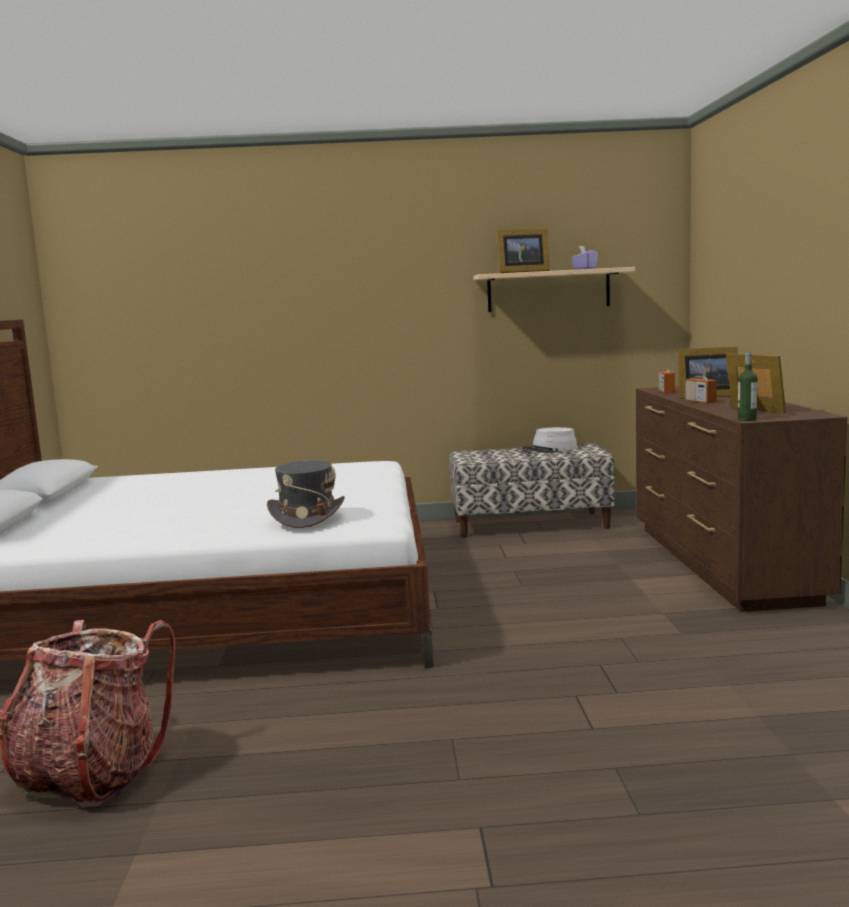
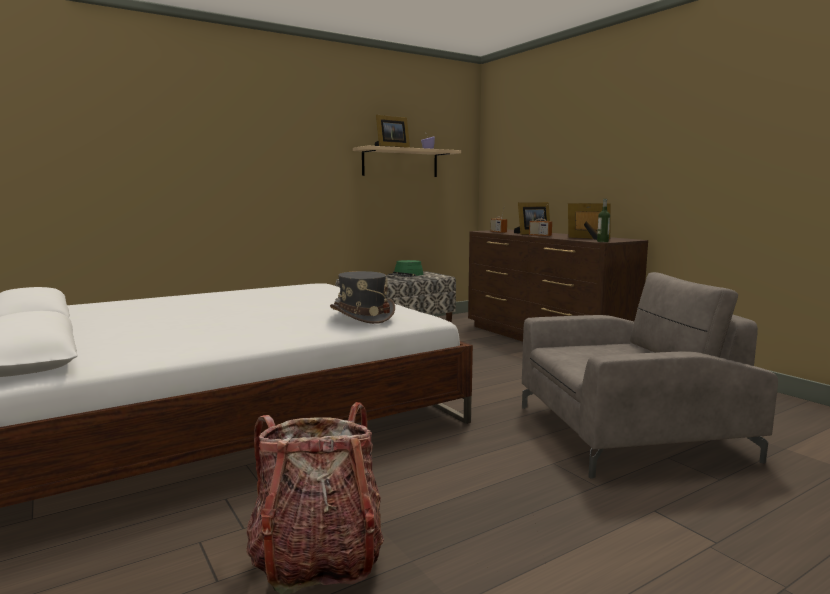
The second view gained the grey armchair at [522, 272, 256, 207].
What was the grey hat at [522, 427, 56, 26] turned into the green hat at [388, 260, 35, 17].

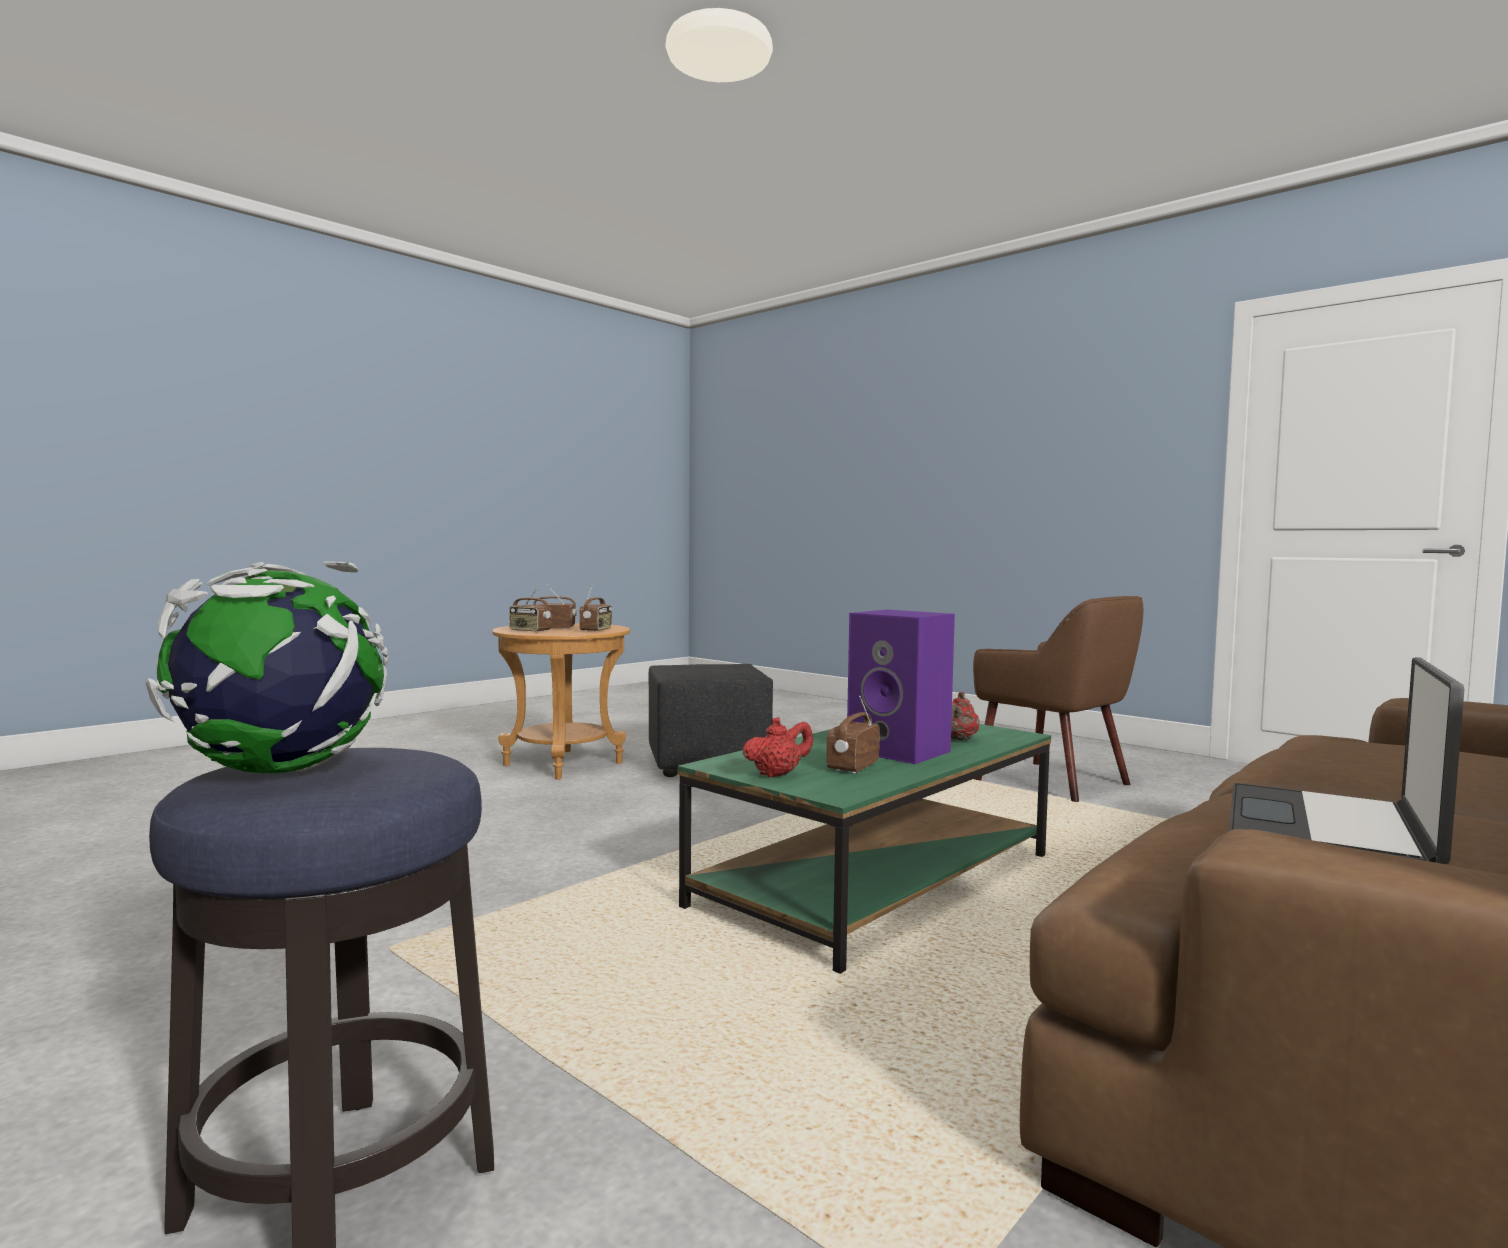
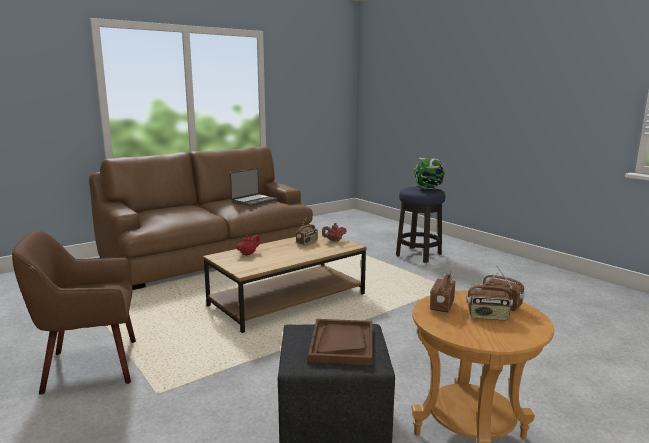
The second view lost the purple speaker at [847, 610, 108, 154].
The second view gained the brown tray at [308, 319, 65, 46].
What was the green coffee table at [678, 724, 373, 250] turned into the brown coffee table at [203, 231, 164, 102].
The brown armchair at [973, 596, 170, 206] ended up facing another way, 75 degrees counterclockwise from before.

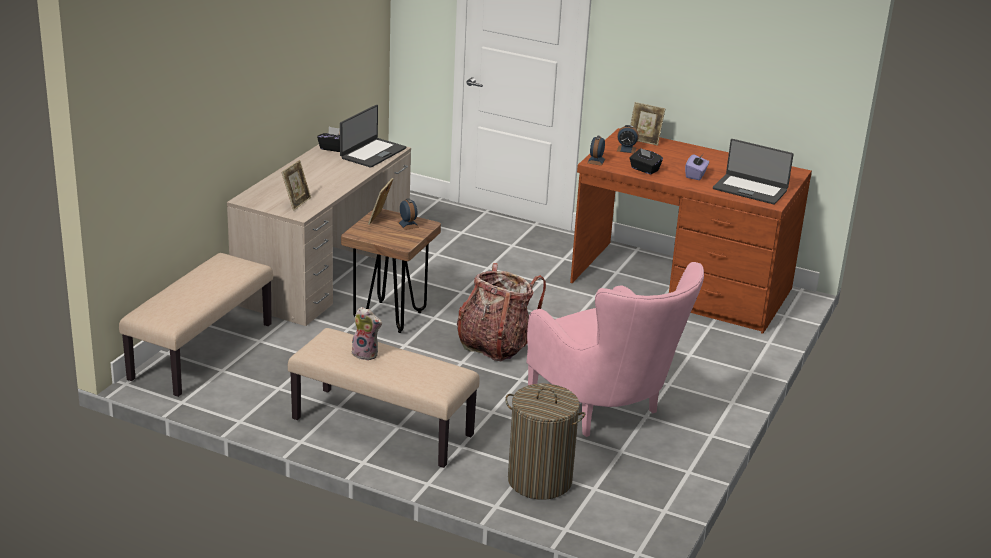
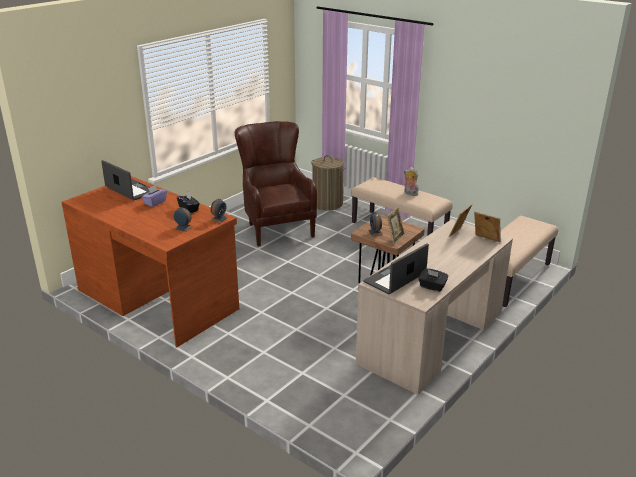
The second view lost the backpack at [457, 263, 89, 98].
The picture frame ended up elsewhere, having gone from [630, 102, 35, 44] to [474, 212, 27, 30].
What was the pink armchair at [526, 262, 178, 175] turned into the brown armchair at [235, 121, 82, 126].

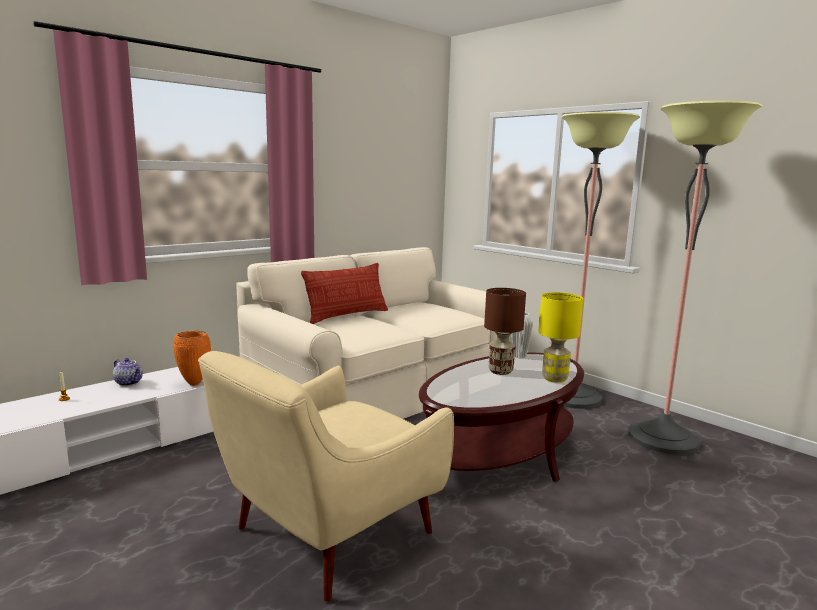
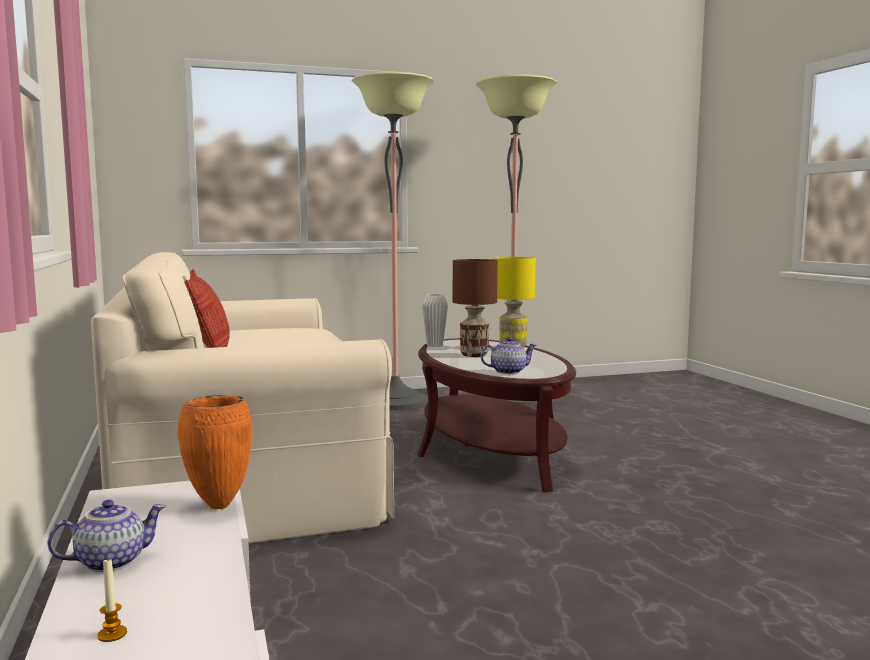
The second view lost the beige armchair at [198, 351, 256, 251].
The second view gained the teapot at [481, 337, 55, 37].

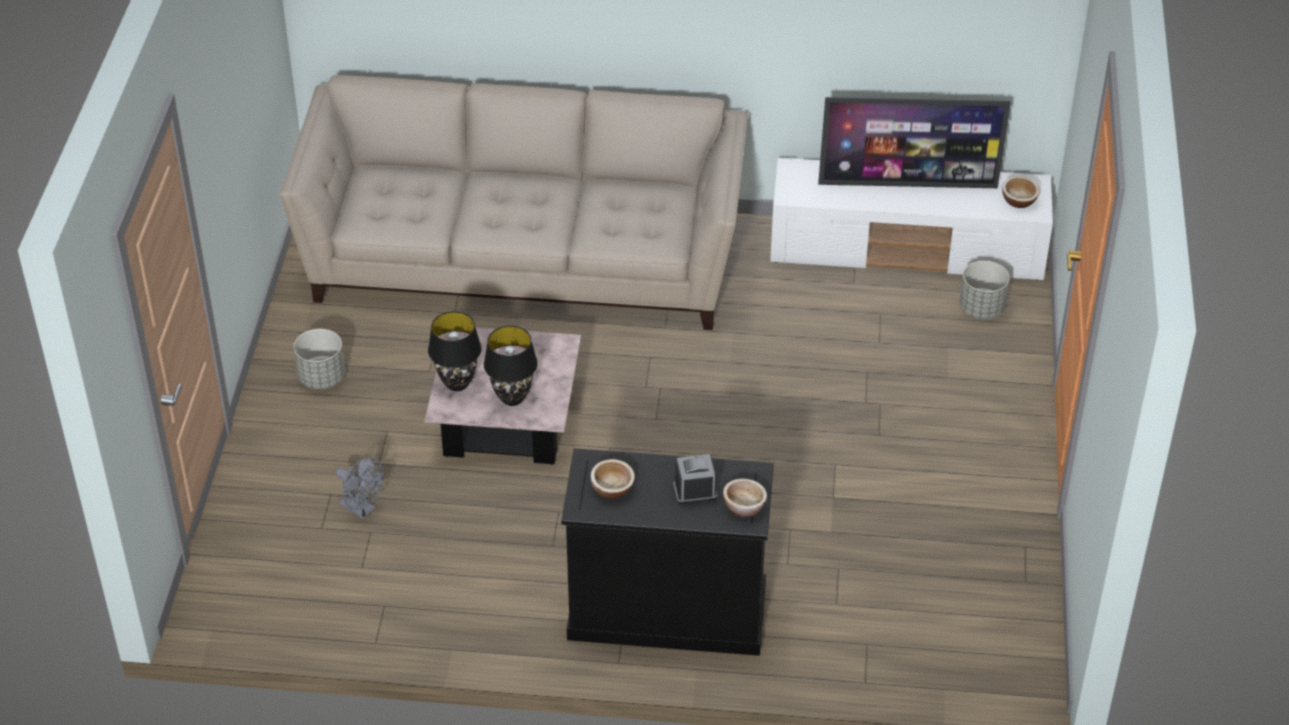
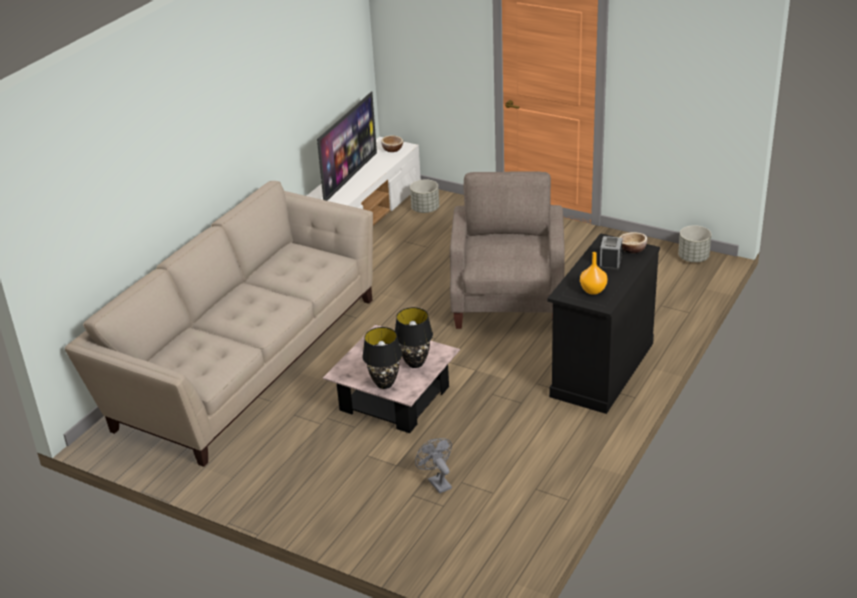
The second view gained the beige armchair at [450, 171, 115, 158].
The grey planter ended up elsewhere, having gone from [294, 329, 51, 60] to [678, 225, 33, 37].
Where the bowl stood at [590, 459, 45, 40], the orange vase came to stand at [580, 252, 27, 43].
The grey fan at [335, 457, 48, 62] ended up facing another way, 90 degrees counterclockwise from before.

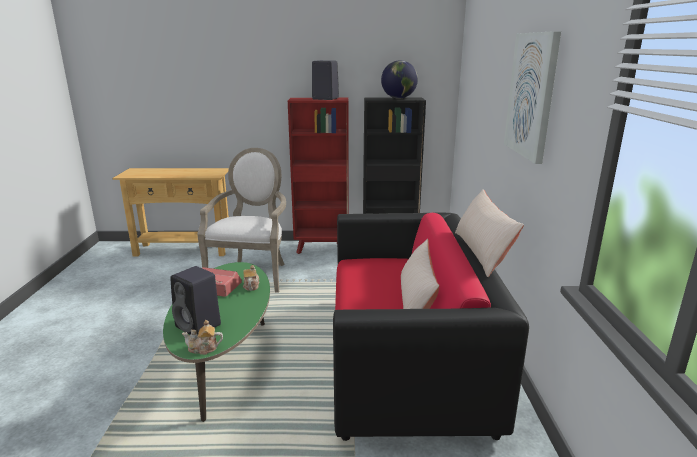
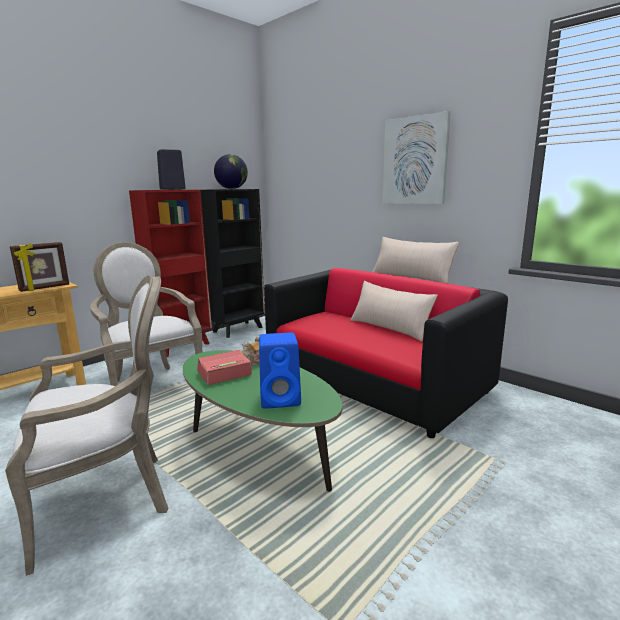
The second view lost the teapot at [182, 320, 41, 35].
The second view gained the armchair at [5, 275, 163, 301].
The second view gained the picture frame at [10, 242, 59, 50].
What was the black speaker at [170, 266, 51, 69] turned into the blue speaker at [259, 332, 42, 77].

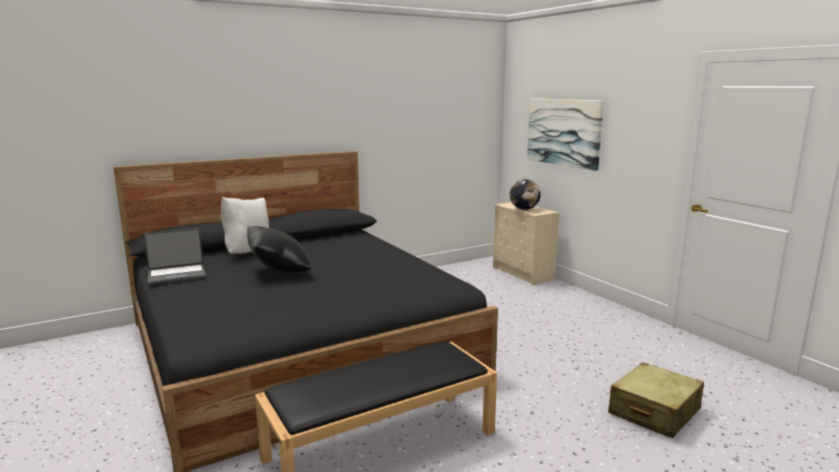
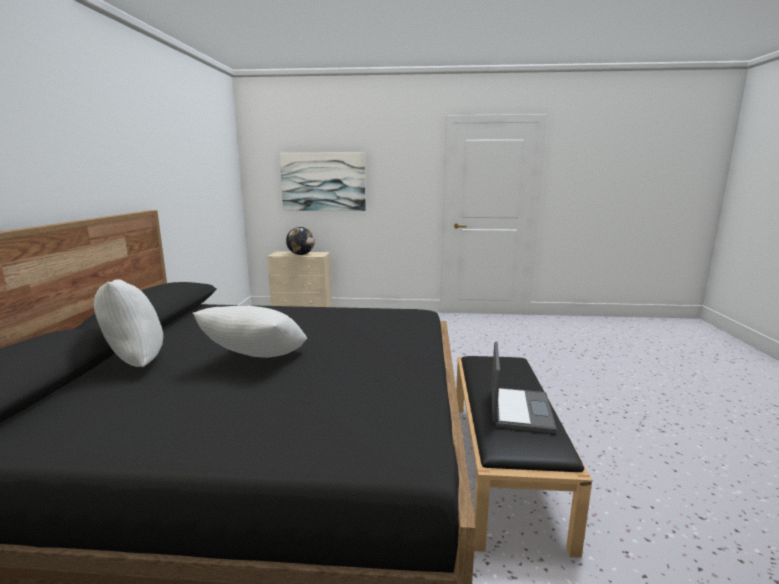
The second view lost the beige suitcase at [608, 362, 96, 76].
The laptop ended up elsewhere, having gone from [144, 228, 62, 57] to [491, 341, 66, 92].
What was the black pillow at [247, 226, 65, 47] turned into the white pillow at [193, 305, 114, 53].

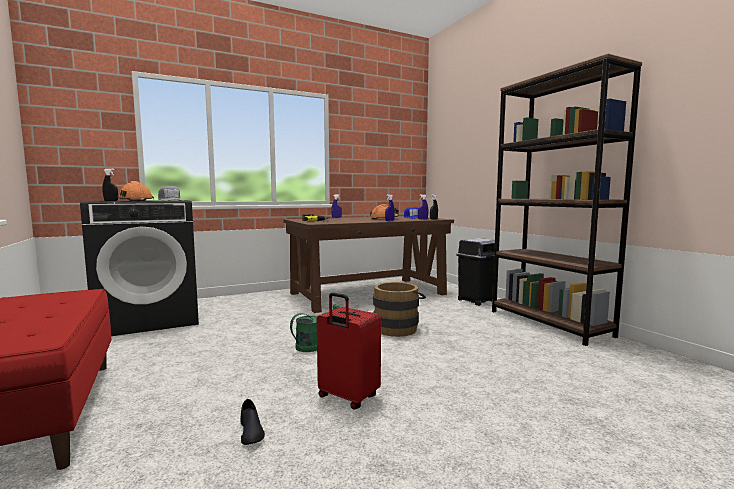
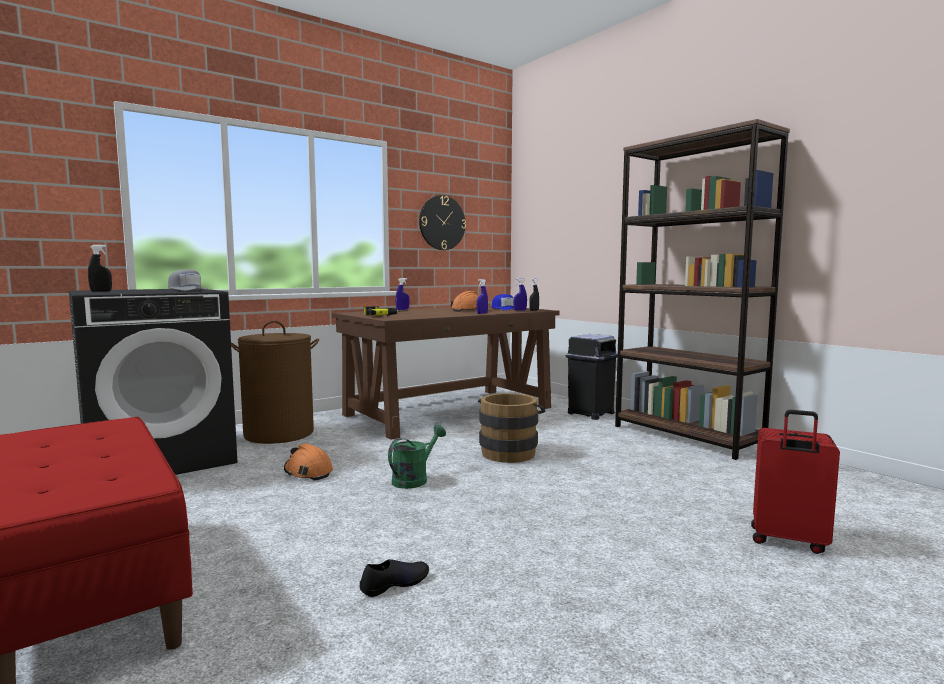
The second view gained the brown laundry basket at [231, 321, 88, 123].
The second view gained the wall clock at [419, 195, 47, 55].
The orange hard hat ended up elsewhere, having gone from [117, 181, 37, 20] to [284, 443, 49, 38].
The red suitcase ended up elsewhere, having gone from [317, 292, 64, 118] to [751, 410, 89, 144].
The black shoe at [240, 399, 25, 46] ended up facing another way, 90 degrees counterclockwise from before.

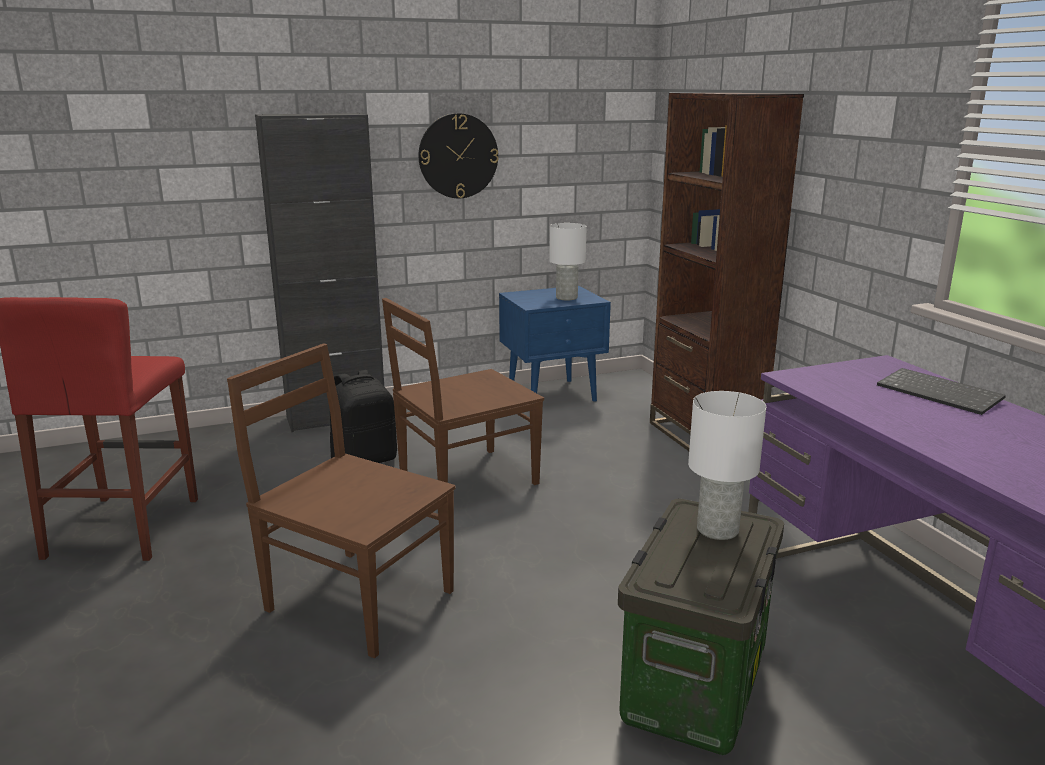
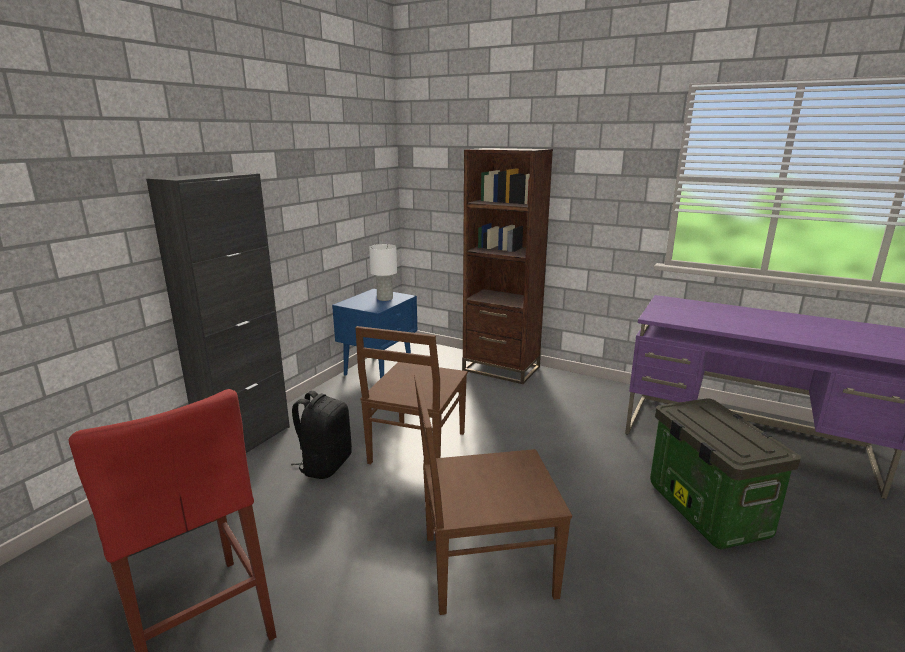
The second view lost the wall clock at [419, 113, 79, 85].
The second view lost the white table lamp at [688, 391, 78, 149].
The second view lost the keyboard at [877, 368, 129, 47].

